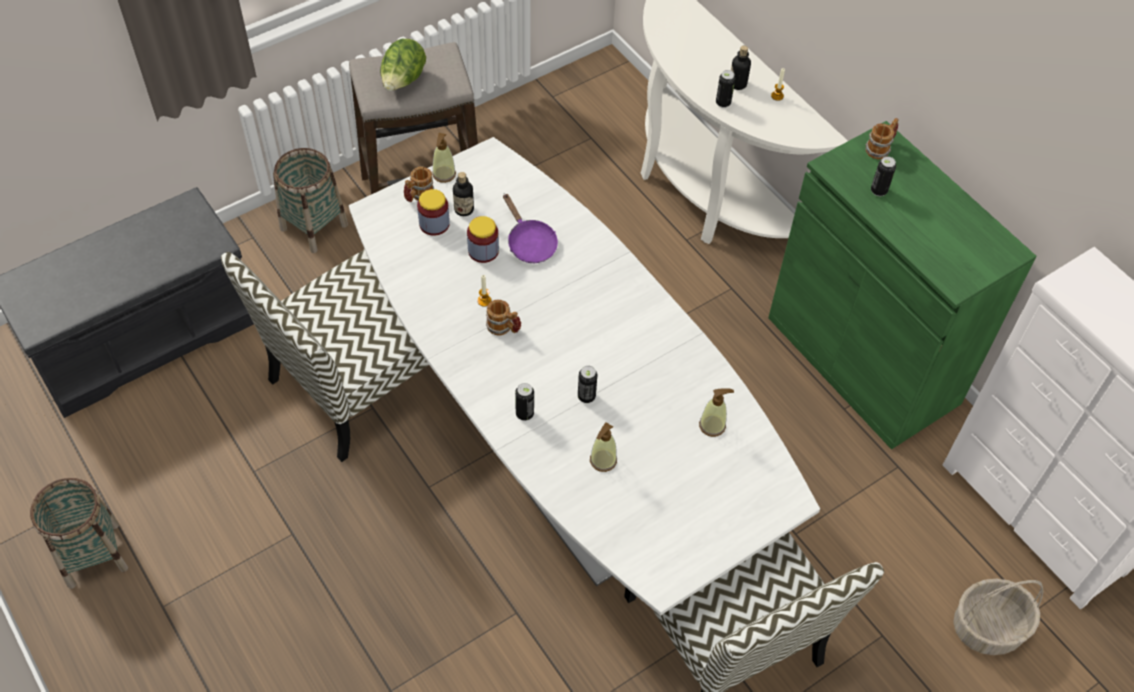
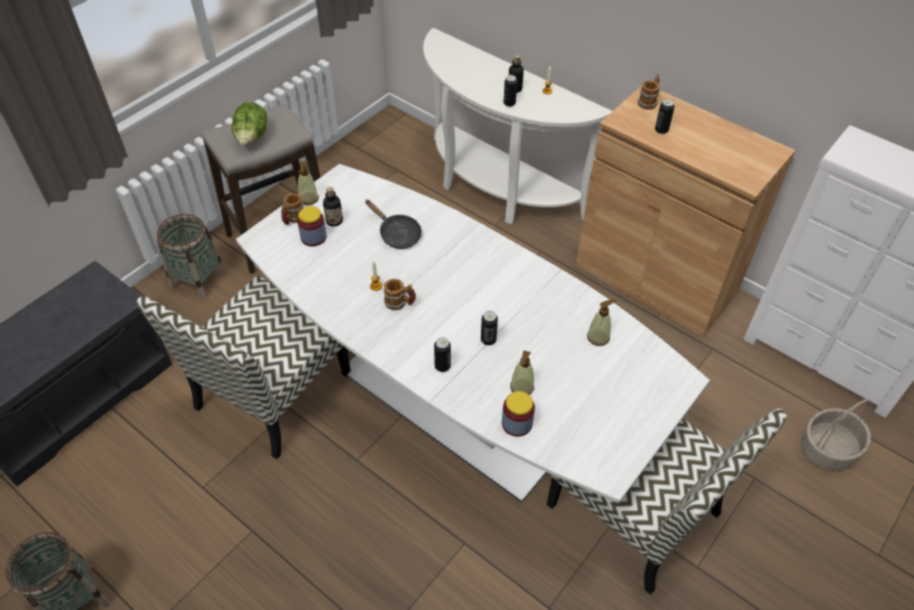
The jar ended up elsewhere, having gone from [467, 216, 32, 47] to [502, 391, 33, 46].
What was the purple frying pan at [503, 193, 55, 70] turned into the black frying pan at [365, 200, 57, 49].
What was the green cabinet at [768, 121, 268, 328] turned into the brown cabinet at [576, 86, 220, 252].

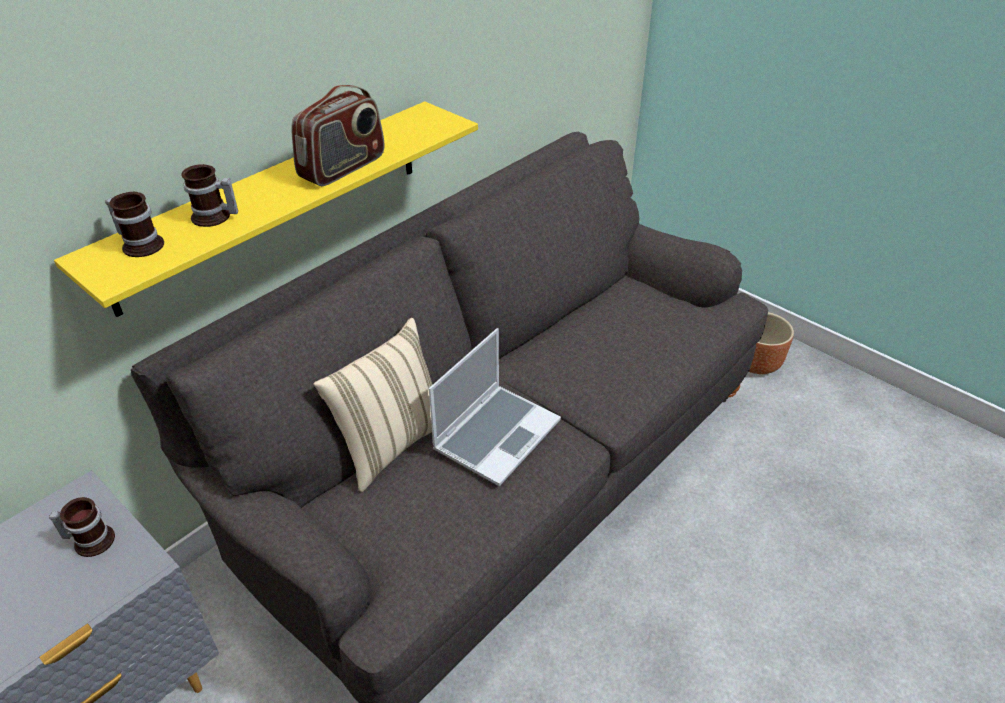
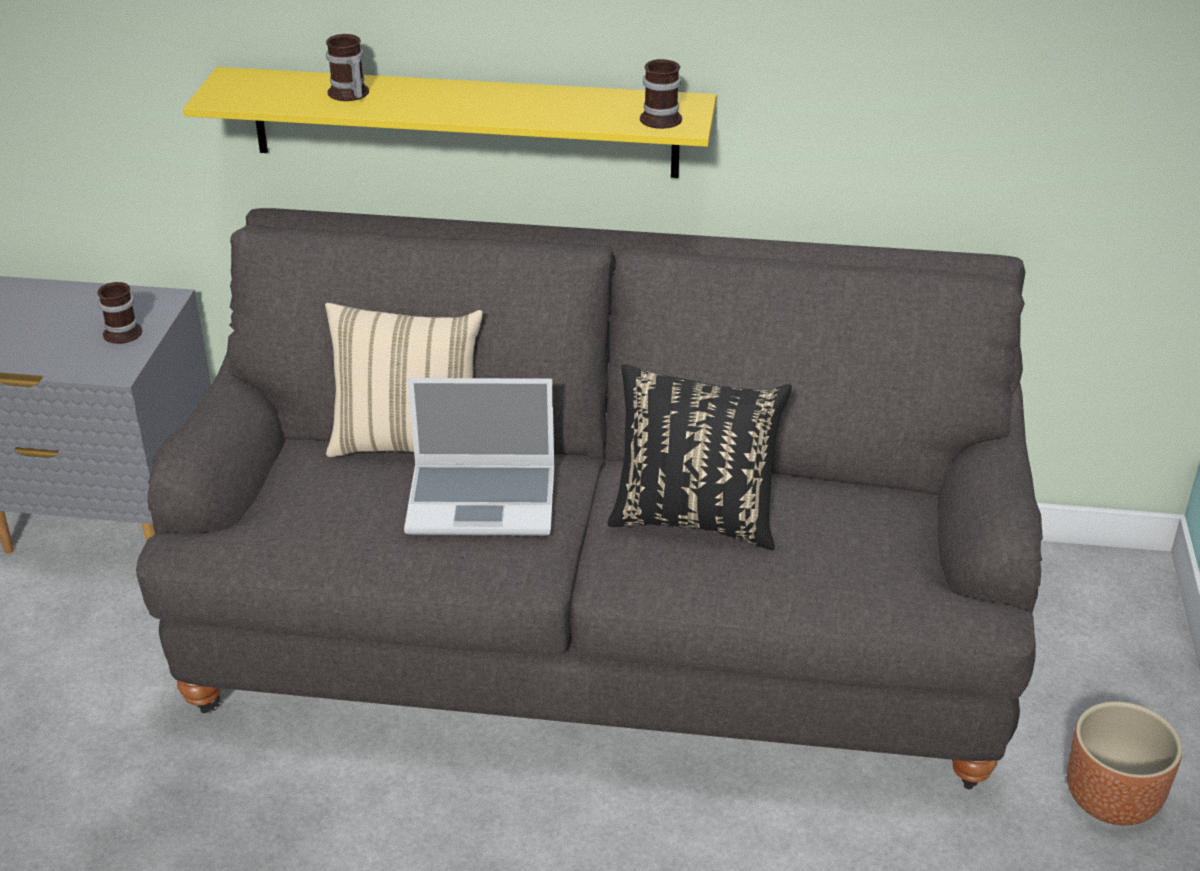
The second view lost the radio at [291, 85, 94, 101].
The second view gained the black pillow at [607, 364, 185, 186].
The mug ended up elsewhere, having gone from [105, 192, 59, 65] to [640, 59, 42, 70].

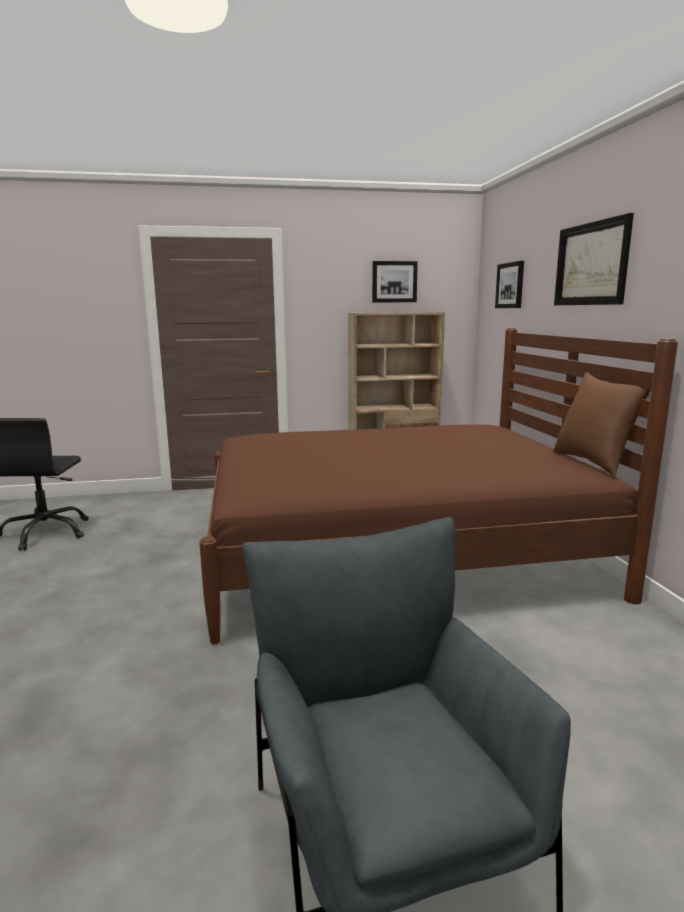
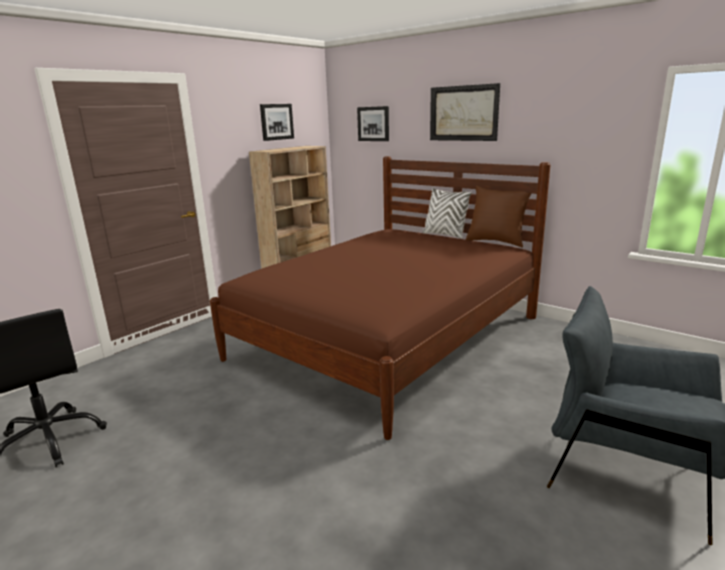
The second view gained the white pillow at [422, 188, 50, 50].

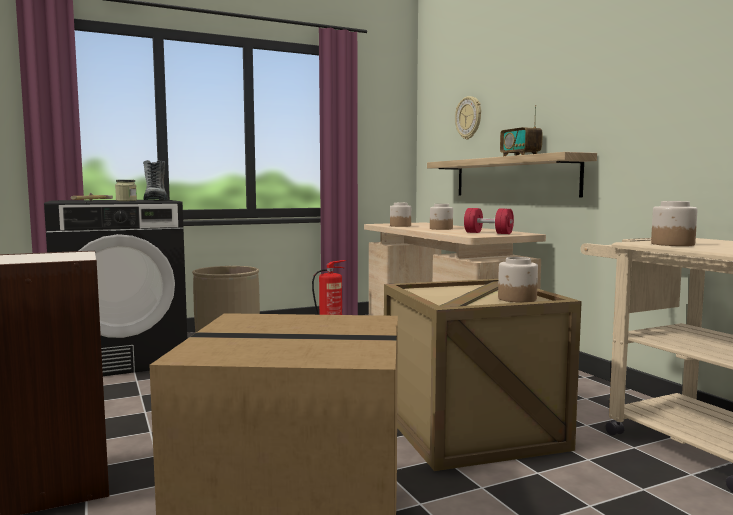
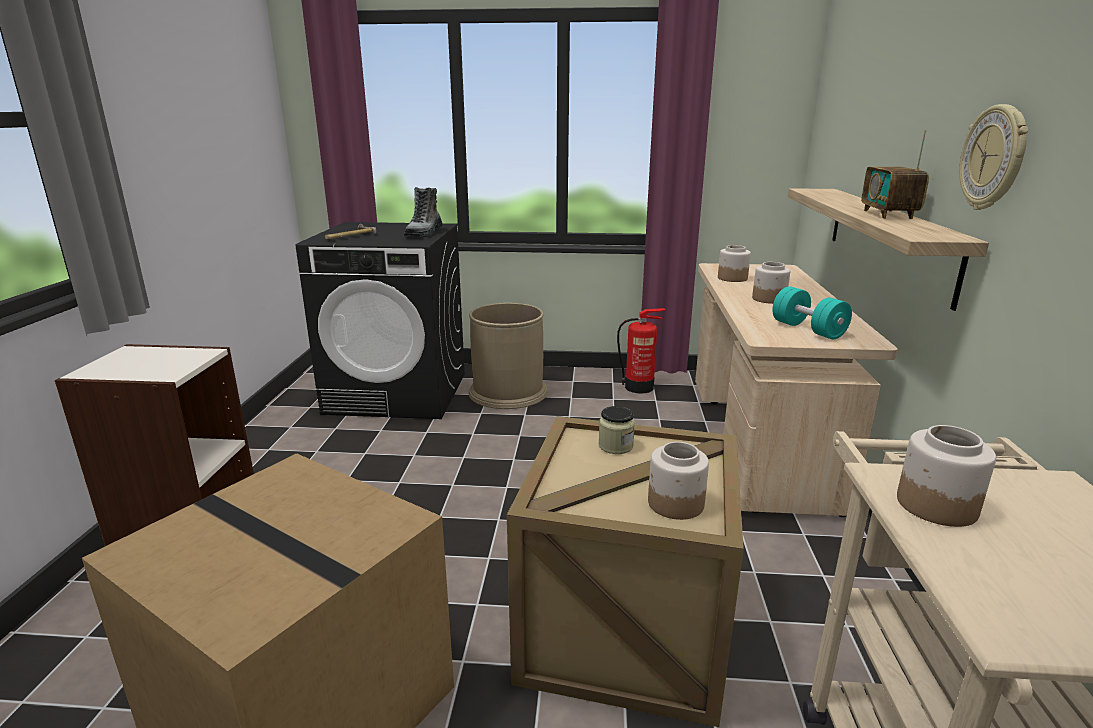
The jar ended up elsewhere, having gone from [115, 180, 22, 21] to [598, 406, 37, 48].
The wall clock ended up elsewhere, having gone from [455, 96, 26, 44] to [959, 104, 70, 106].
What was the red dumbbell at [464, 208, 50, 26] turned into the turquoise dumbbell at [772, 286, 80, 53].

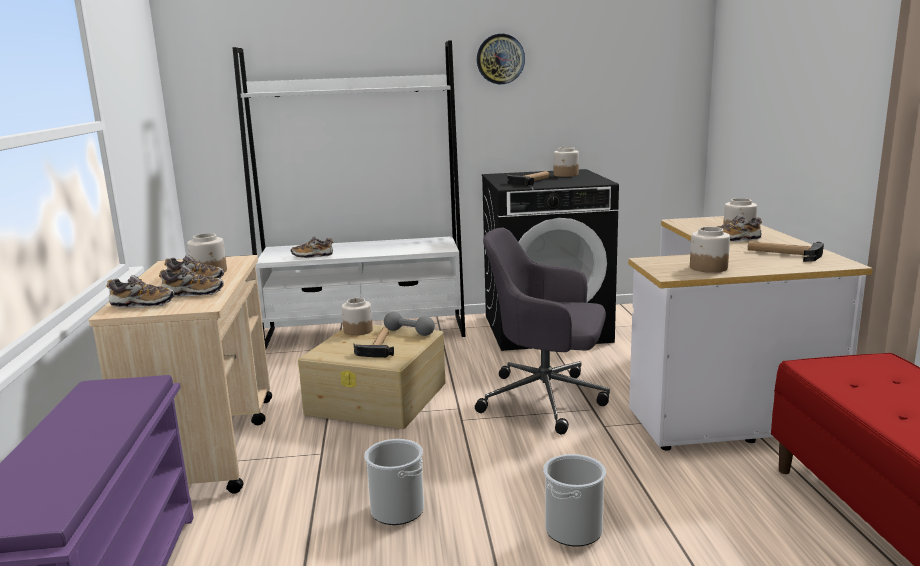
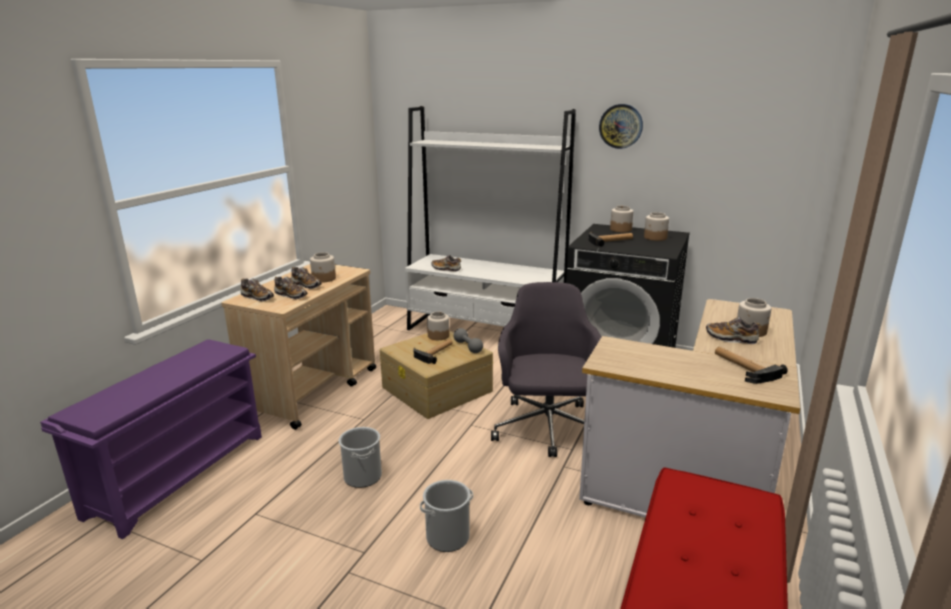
The jar ended up elsewhere, having gone from [690, 227, 40, 46] to [610, 206, 23, 27].
The grey office chair at [475, 228, 135, 206] ended up facing another way, 45 degrees clockwise from before.

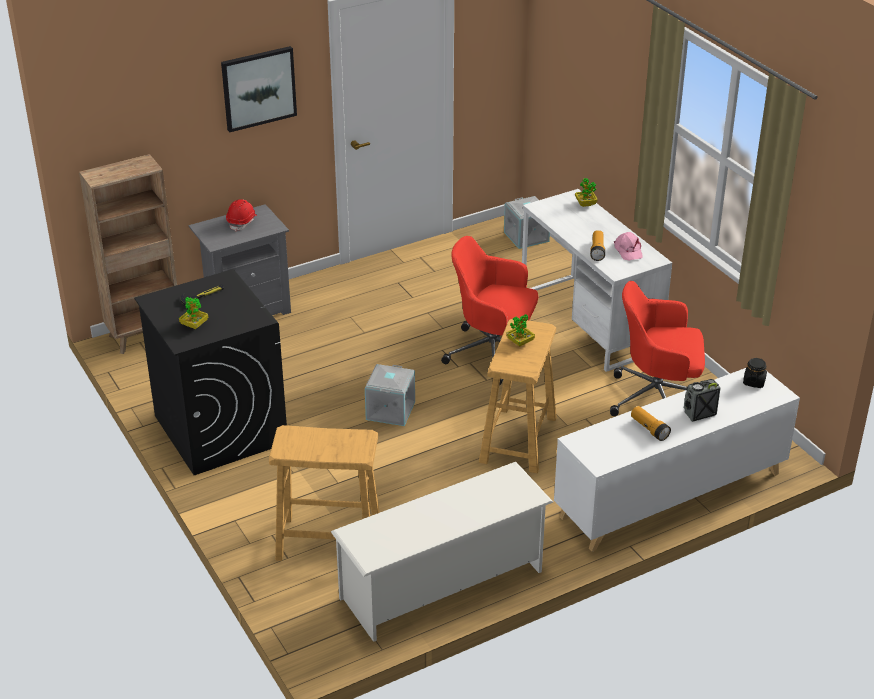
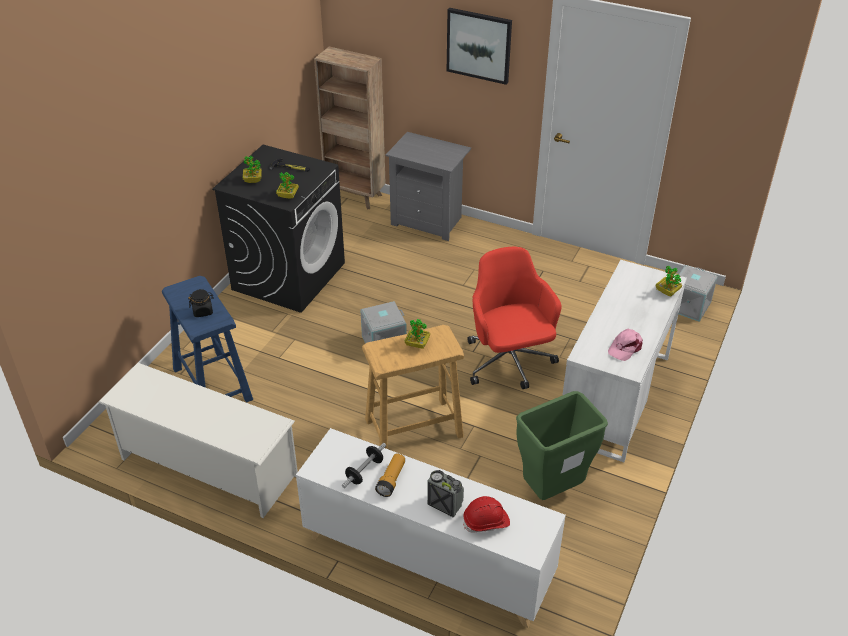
The second view lost the flashlight at [590, 230, 15, 31].
The second view gained the potted plant at [276, 172, 23, 27].
The second view gained the dumbbell at [342, 443, 44, 45].
The red hard hat ended up elsewhere, having gone from [226, 199, 31, 33] to [463, 496, 47, 37].
The black jar ended up elsewhere, having gone from [743, 358, 24, 30] to [188, 289, 26, 28].
Where the red office chair stood at [610, 281, 95, 135], the green trash can came to stand at [516, 391, 92, 109].
What was the beige stool at [269, 425, 111, 136] turned into the blue stool at [162, 276, 91, 126].

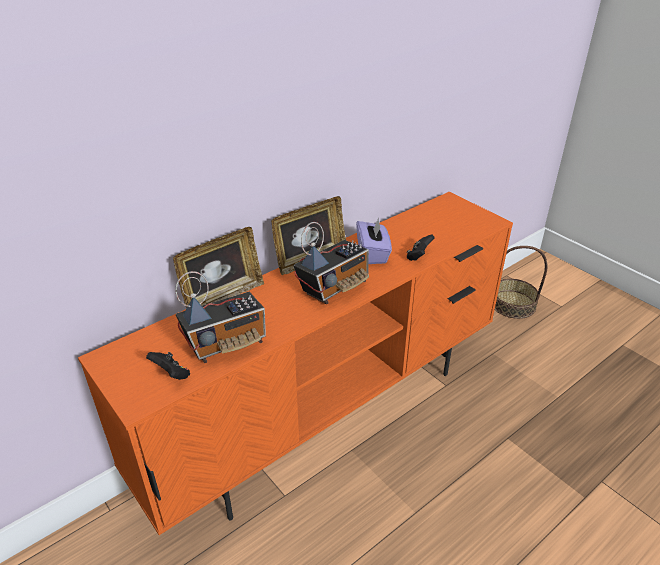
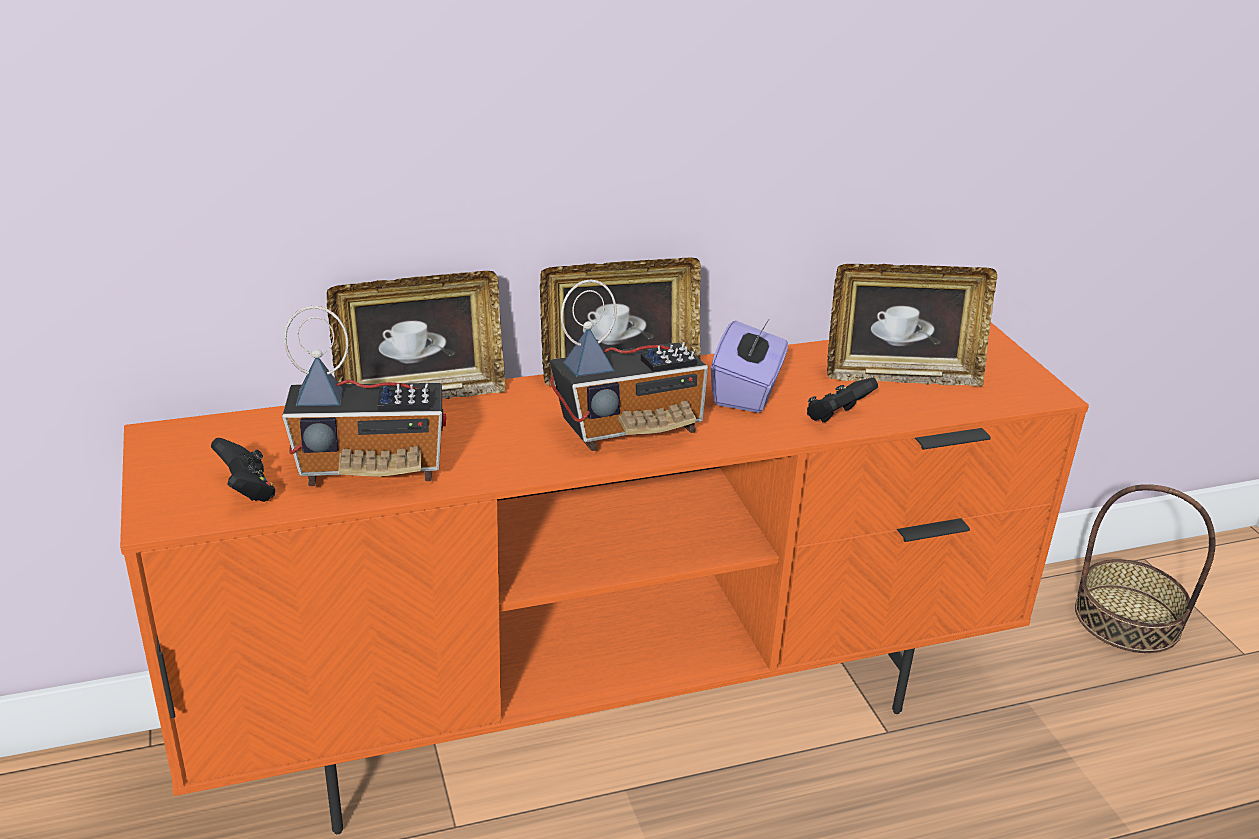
The second view gained the picture frame at [827, 264, 170, 122].

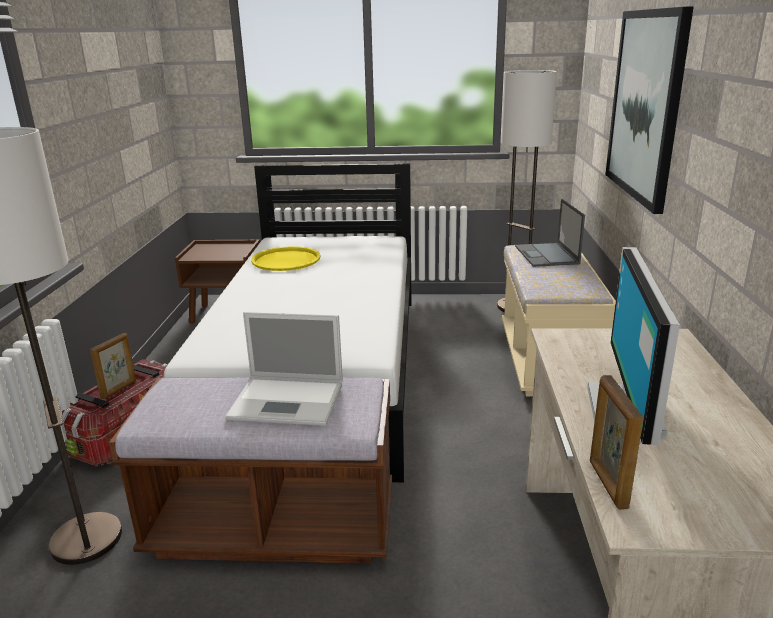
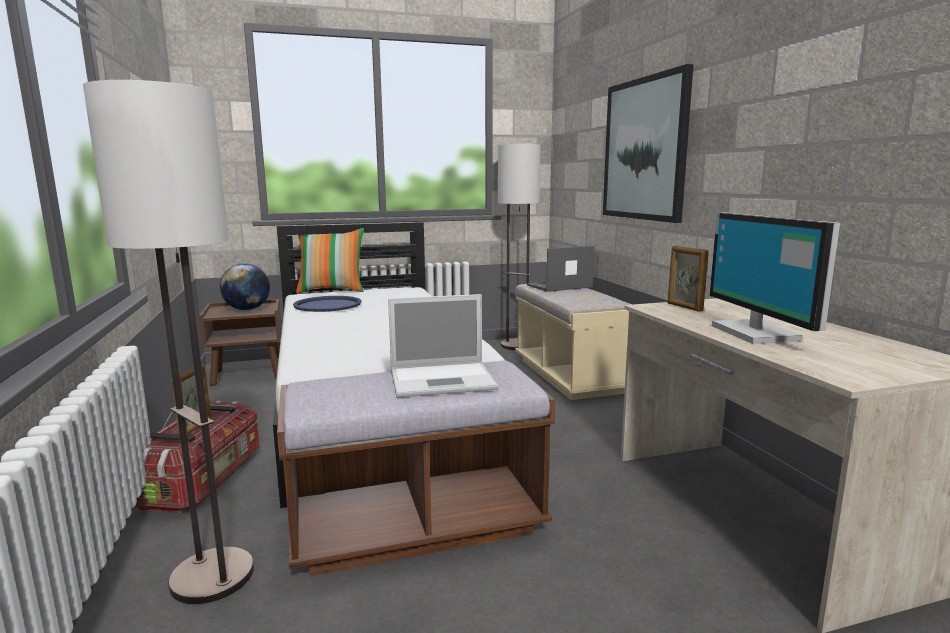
The second view gained the globe at [220, 263, 50, 47].
The second view gained the pillow at [296, 228, 68, 65].
The picture frame ended up elsewhere, having gone from [590, 375, 53, 135] to [667, 246, 42, 66].
What was the yellow tray at [251, 246, 70, 25] turned into the blue tray at [293, 296, 69, 16].
The laptop at [515, 199, 70, 68] ended up facing another way, 90 degrees clockwise from before.

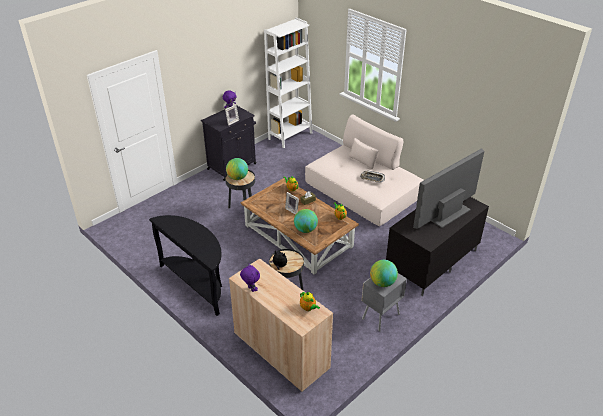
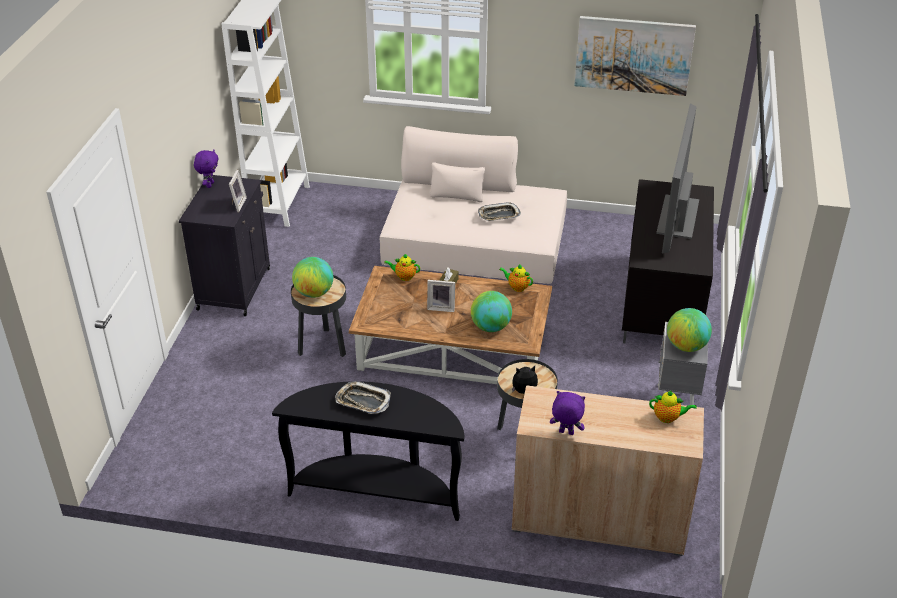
The second view gained the tray at [335, 381, 56, 33].
The second view gained the picture at [574, 16, 122, 80].

